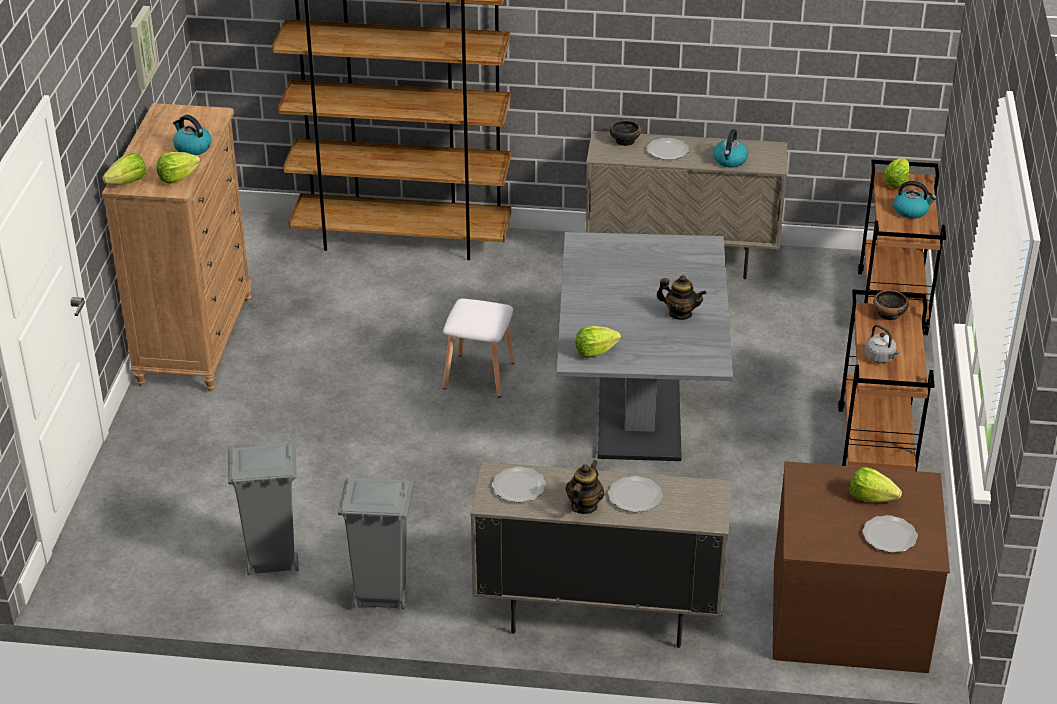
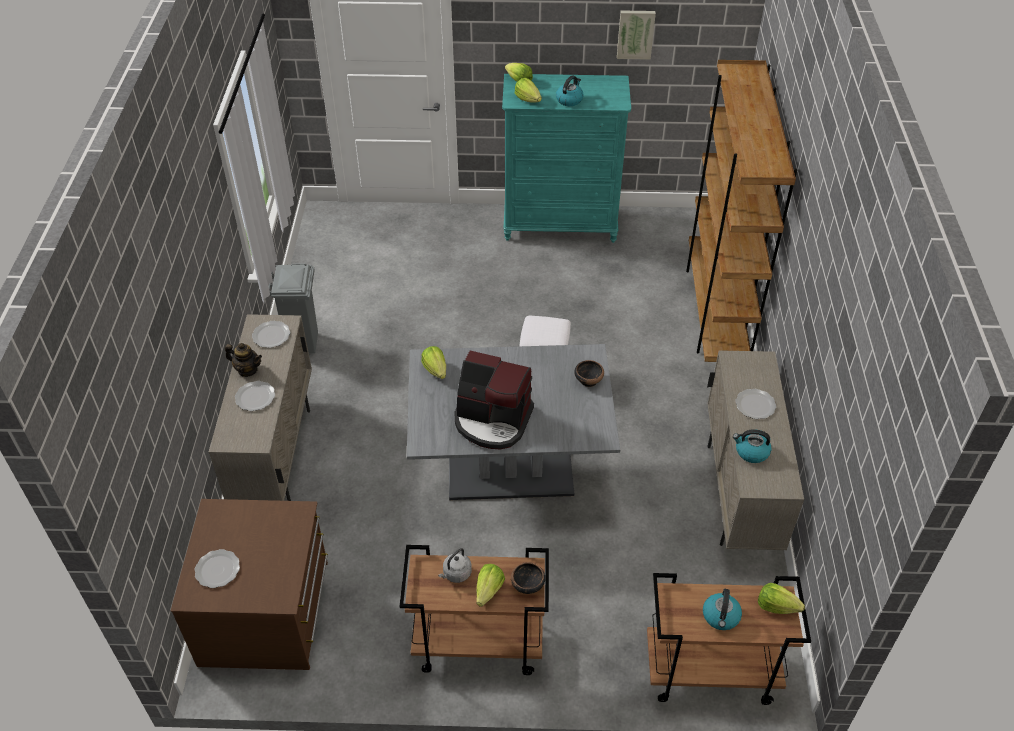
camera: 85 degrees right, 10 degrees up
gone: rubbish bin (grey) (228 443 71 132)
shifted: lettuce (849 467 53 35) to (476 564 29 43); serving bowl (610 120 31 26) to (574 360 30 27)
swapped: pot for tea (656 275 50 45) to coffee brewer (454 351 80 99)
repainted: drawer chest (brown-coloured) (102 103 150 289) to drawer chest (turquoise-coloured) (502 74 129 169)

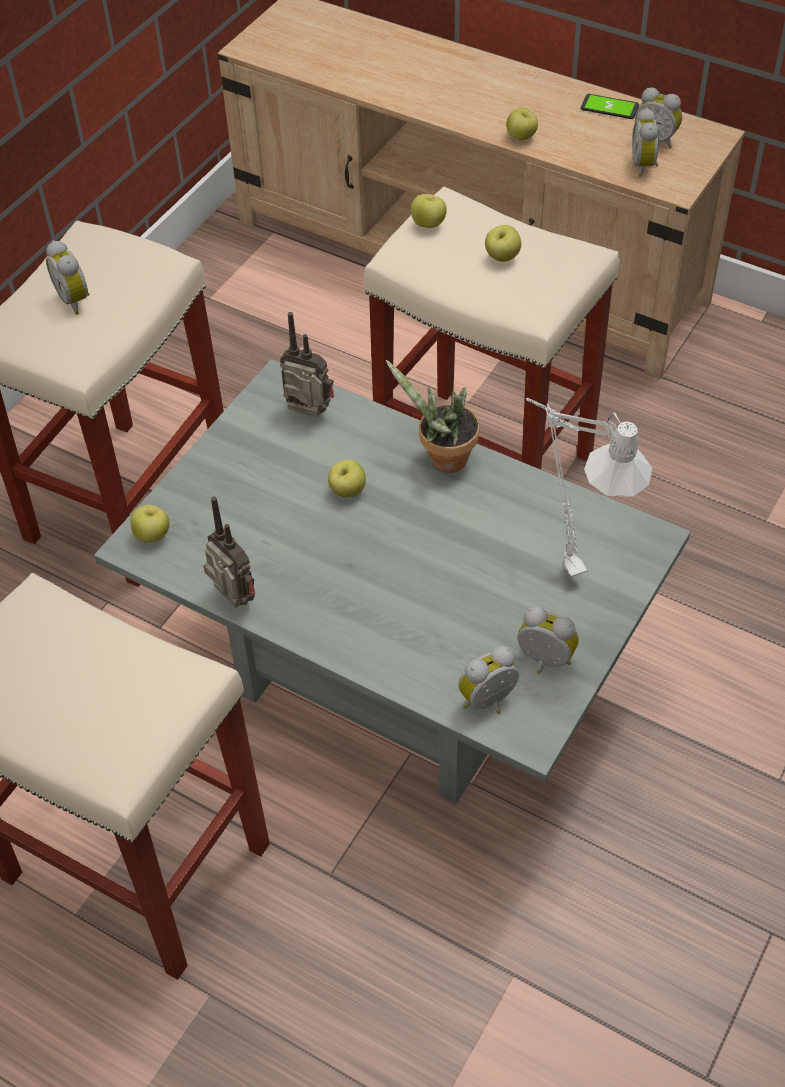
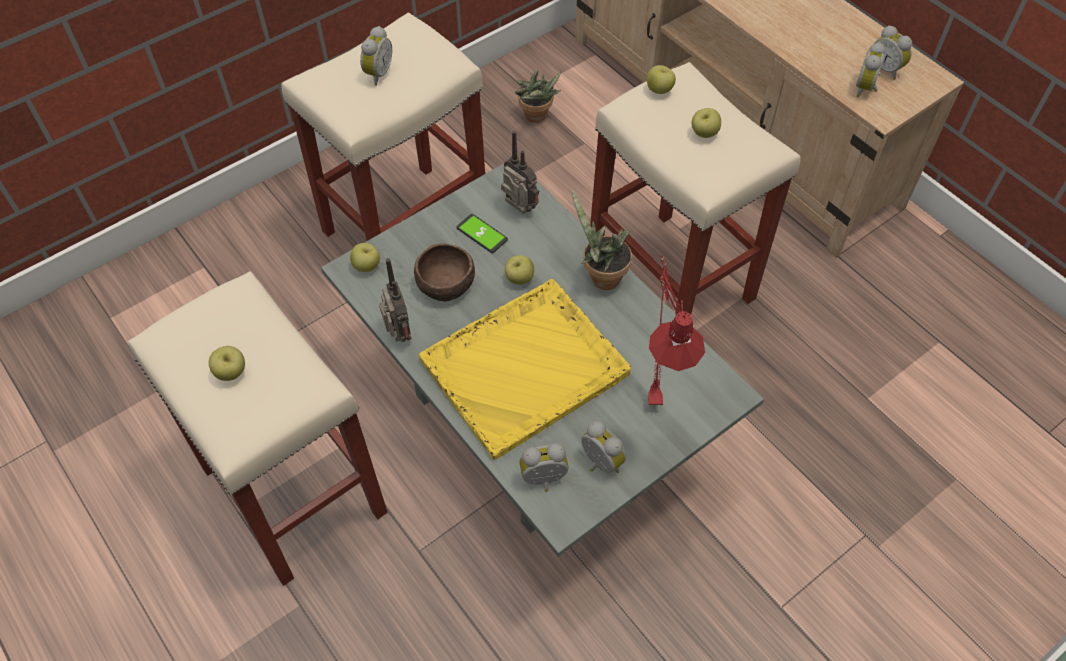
camera: 20 degrees right, 5 degrees up
new: serving bowl (brown-coloured) (414 243 61 58); tray (yellow-coloured) (419 279 212 181); potted plant (515 70 47 53)
shifted: apple fruit (506 108 32 33) to (209 346 36 35); telephone (581 94 58 25) to (457 214 51 39)
repainted: lamp for a table (grey) (526 398 126 183) to lamp for a table (red) (648 255 57 150)
rotated: table clock (46 240 43 75) = (360 26 32 60) 150 degrees counterclockwise

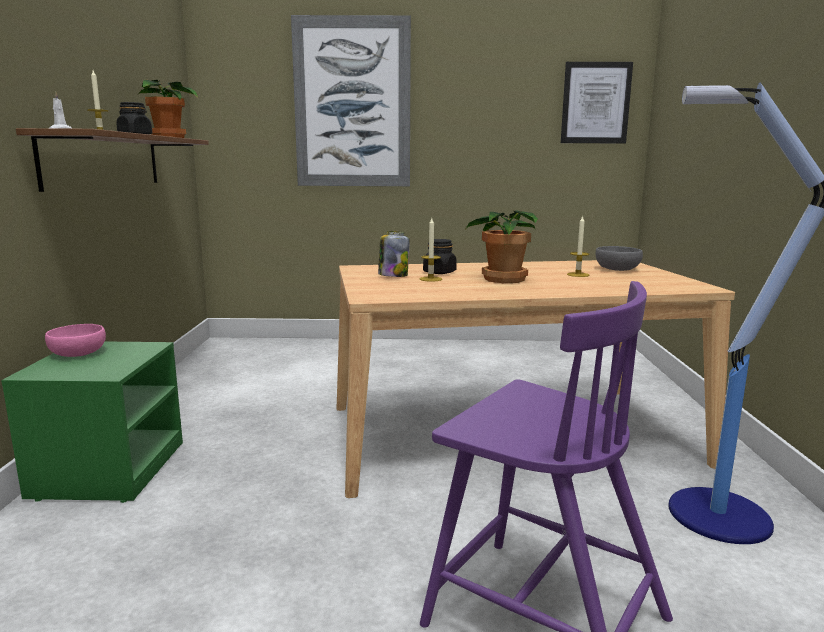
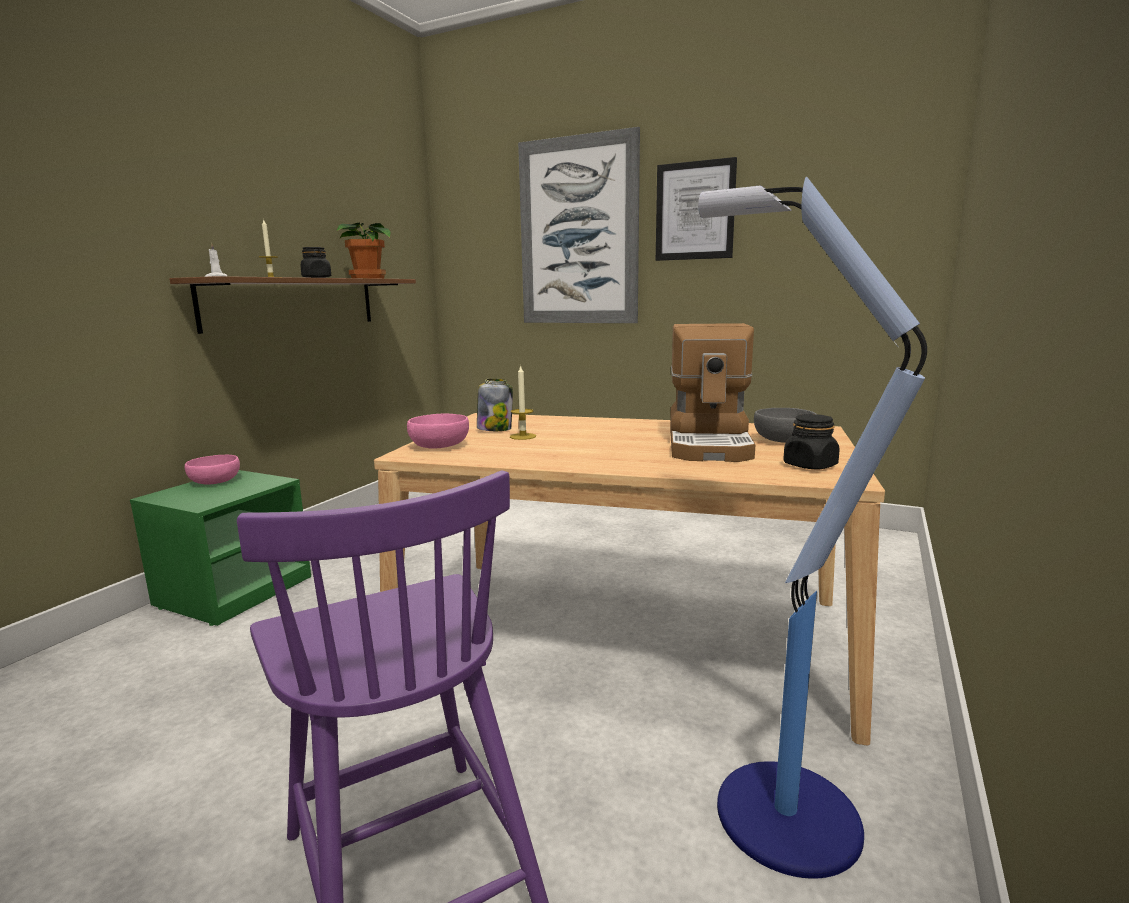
camera: 25 degrees right, 0 degrees up
gone: potted plant (465 210 73 73)
new: serving bowl (pink-coloured) (407 413 62 36)
shifted: picture (561 62 72 82) to (656 157 81 104); preserve jar (blackish) (423 239 34 35) to (783 414 57 56)
swapped: wax candle (567 215 22 62) to coffee brewer (670 323 85 139)

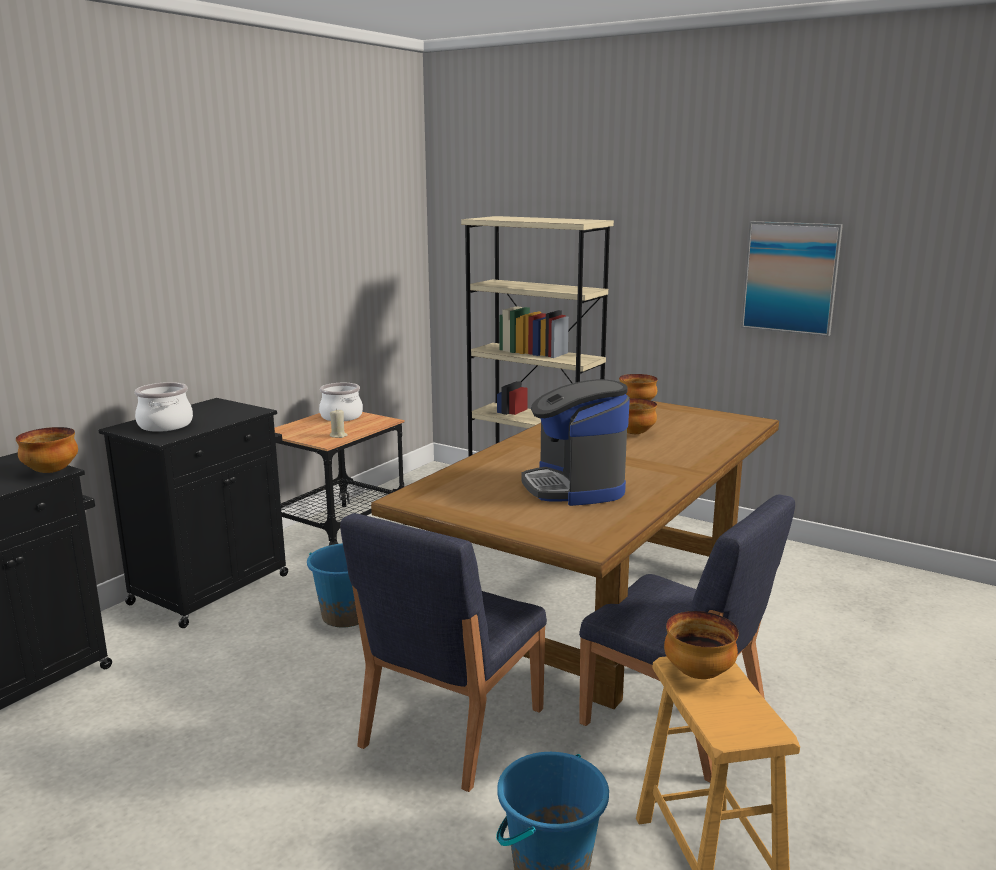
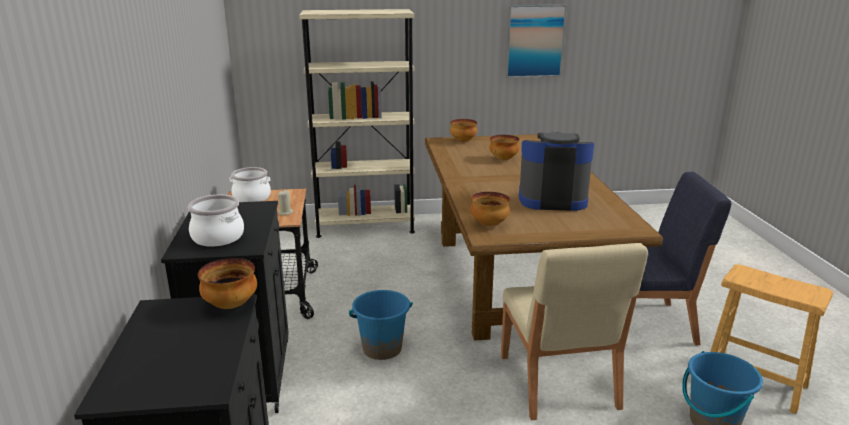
camera: 40 degrees left, 5 degrees up
shifted: serving bowl (664 611 75 68) to (470 192 40 34)
repainted: upright chair (blue-coloured) (340 513 207 279) to upright chair (beige) (501 243 147 177)
rotated: coffee brewer (521 379 109 127) = (519 132 75 79) 150 degrees clockwise

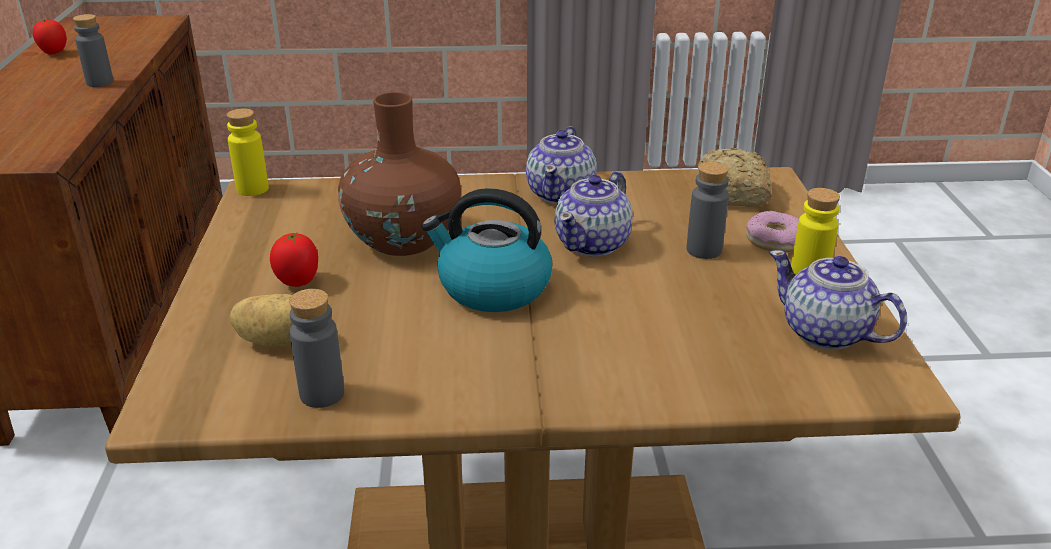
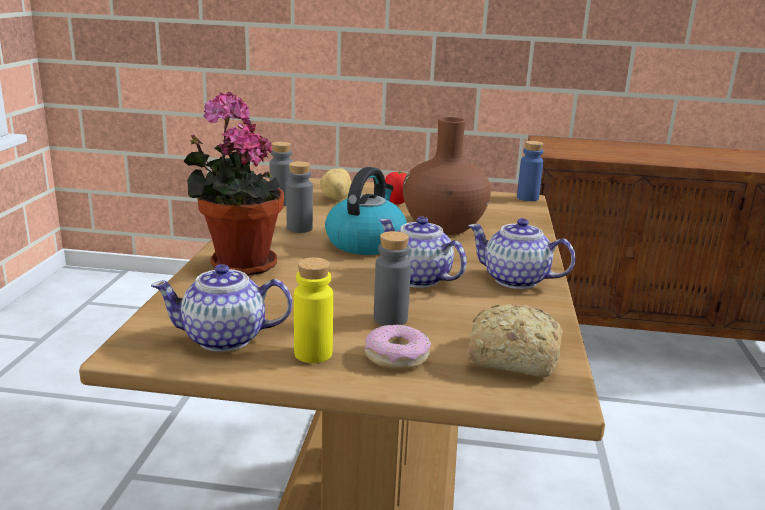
camera: 100 degrees right, 10 degrees down
gone: tomato (33 20 34 35)
new: potted plant (184 92 100 184)
shifted: beverage bottle (grey) (73 14 41 73) to (286 161 27 72)
repainted: beverage bottle (yellow-coloured) (227 108 42 88) to beverage bottle (blue-coloured) (517 141 27 60)
rotated: pot for tea (769 250 138 100) = (151 264 141 88) 150 degrees counterclockwise

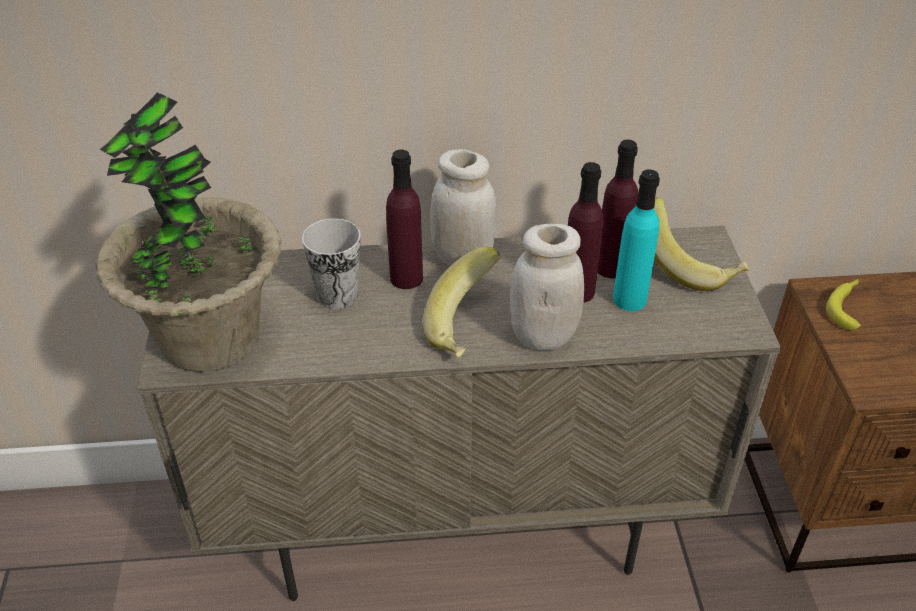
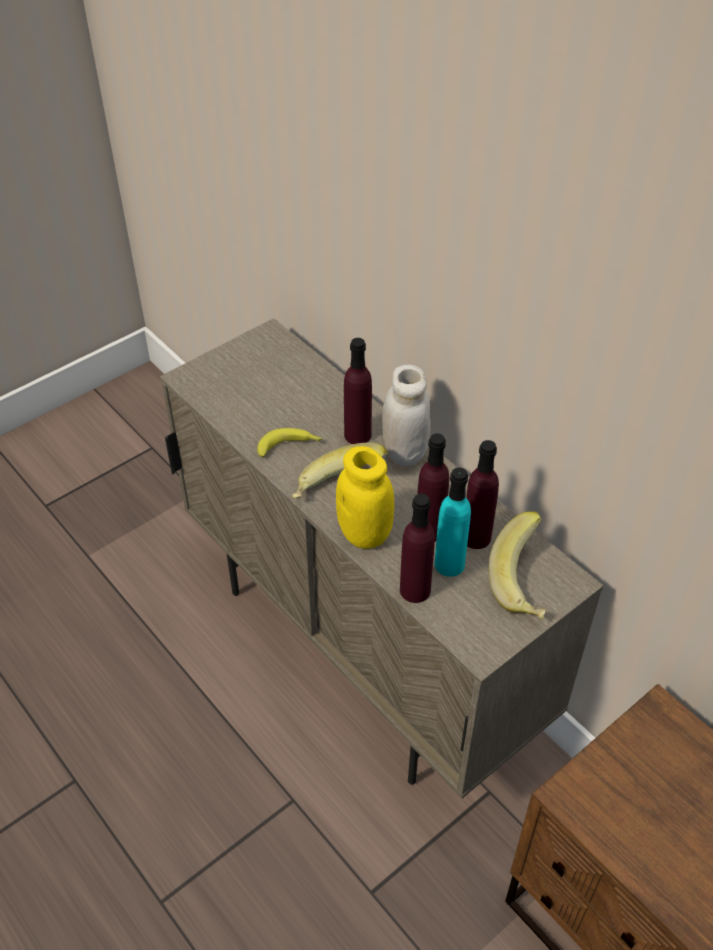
camera: 55 degrees right, 5 degrees up
gone: potted plant (96 92 185 280); small cup (302 218 59 91)
new: beverage bottle (purple) (400 494 35 109)
shifted: whole banana (826 279 35 51) to (257 428 66 29)
repainted: preserve jar (whitish) (510 224 74 126) to preserve jar (yellow-coloured) (336 446 58 103)

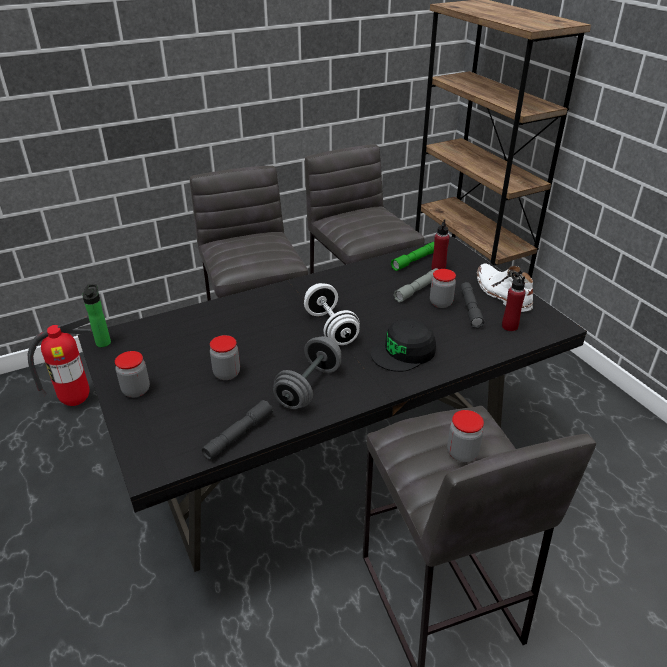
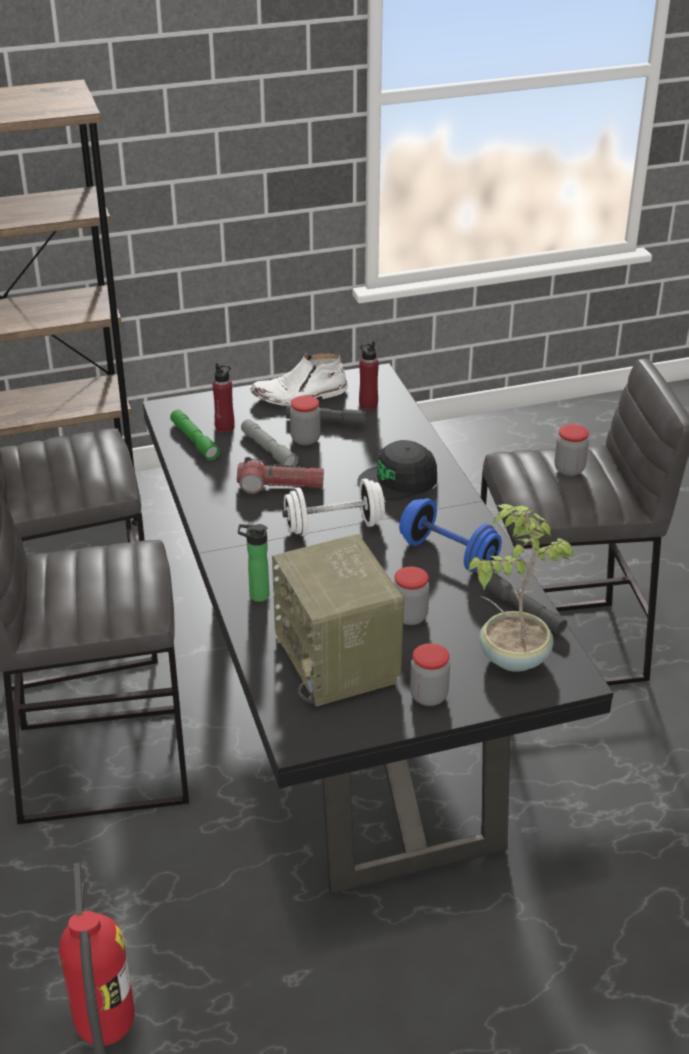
camera: 80 degrees left, 0 degrees up
new: flashlight (237 457 87 37); radio (272 534 132 172); potted plant (468 504 106 168)
shifted: beverage bottle (82 284 29 63) to (238 524 31 78)
repainted: dumbbell (grey) (273 336 68 73) to dumbbell (blue-coloured) (399 498 103 74)
rotated: cap (blackish) (371 318 65 54) = (357 440 80 60) 90 degrees clockwise

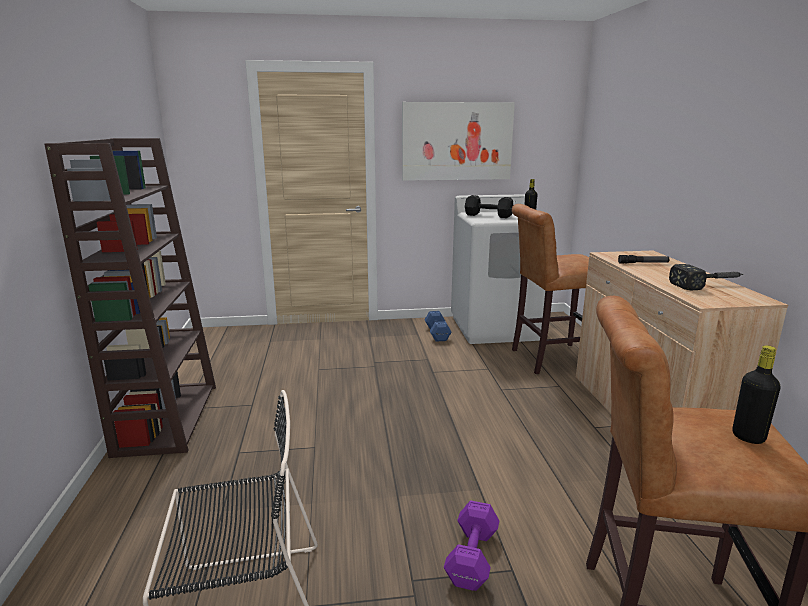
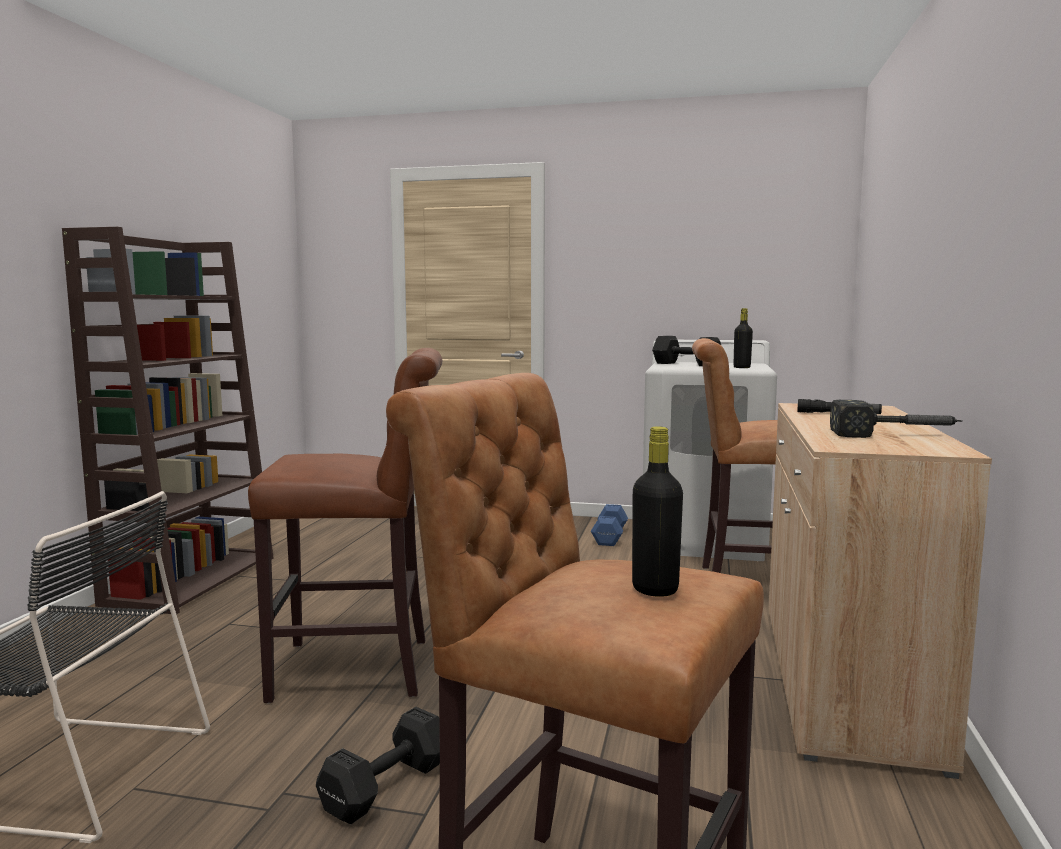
camera: 20 degrees right, 10 degrees down
gone: picture (402 102 113 79)
new: stool seat (brown-coloured) (248 348 194 355)
repainted: dumbbell (purple) (444 500 55 91) to dumbbell (blackish) (316 707 124 117)

